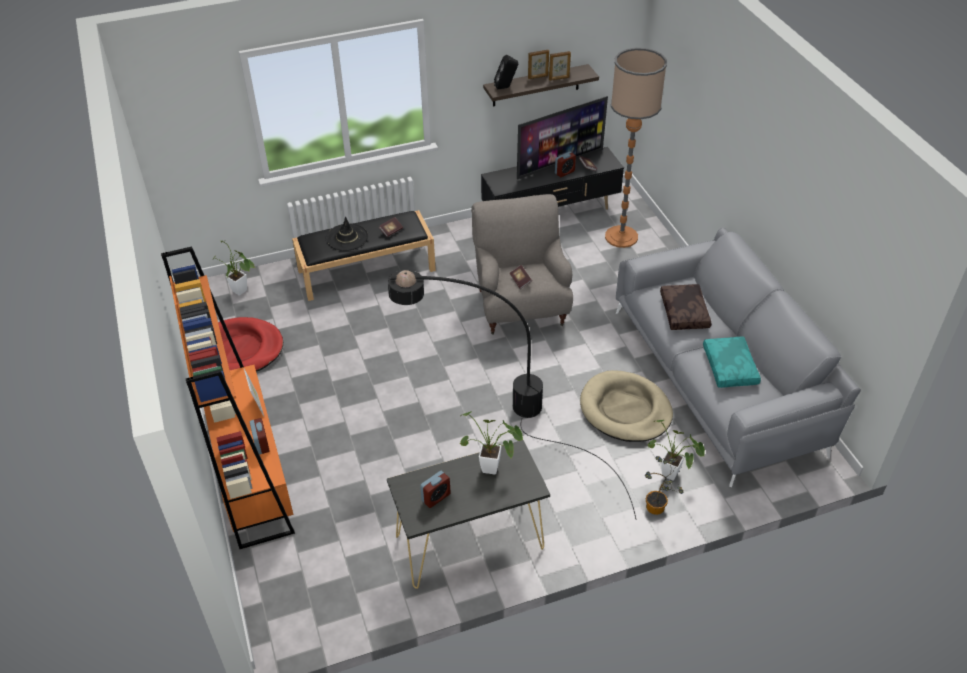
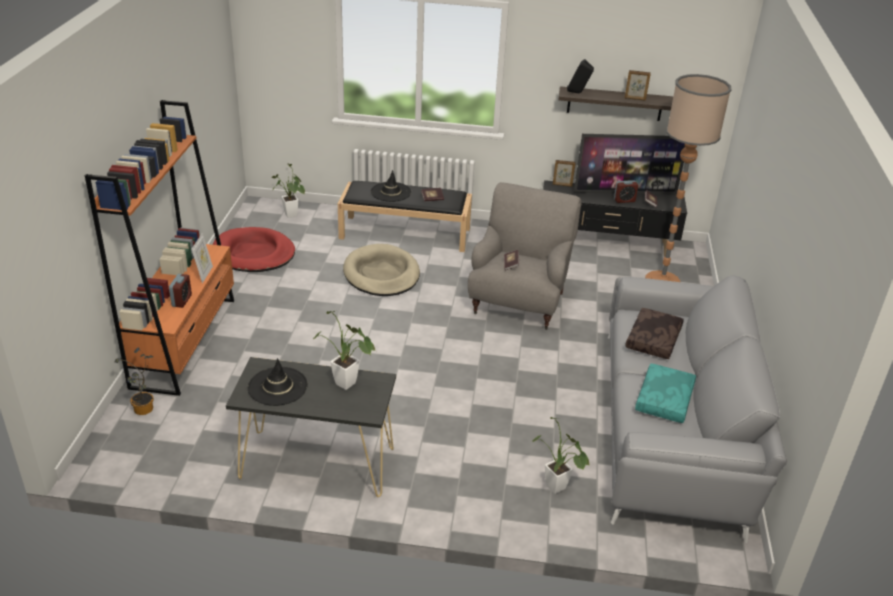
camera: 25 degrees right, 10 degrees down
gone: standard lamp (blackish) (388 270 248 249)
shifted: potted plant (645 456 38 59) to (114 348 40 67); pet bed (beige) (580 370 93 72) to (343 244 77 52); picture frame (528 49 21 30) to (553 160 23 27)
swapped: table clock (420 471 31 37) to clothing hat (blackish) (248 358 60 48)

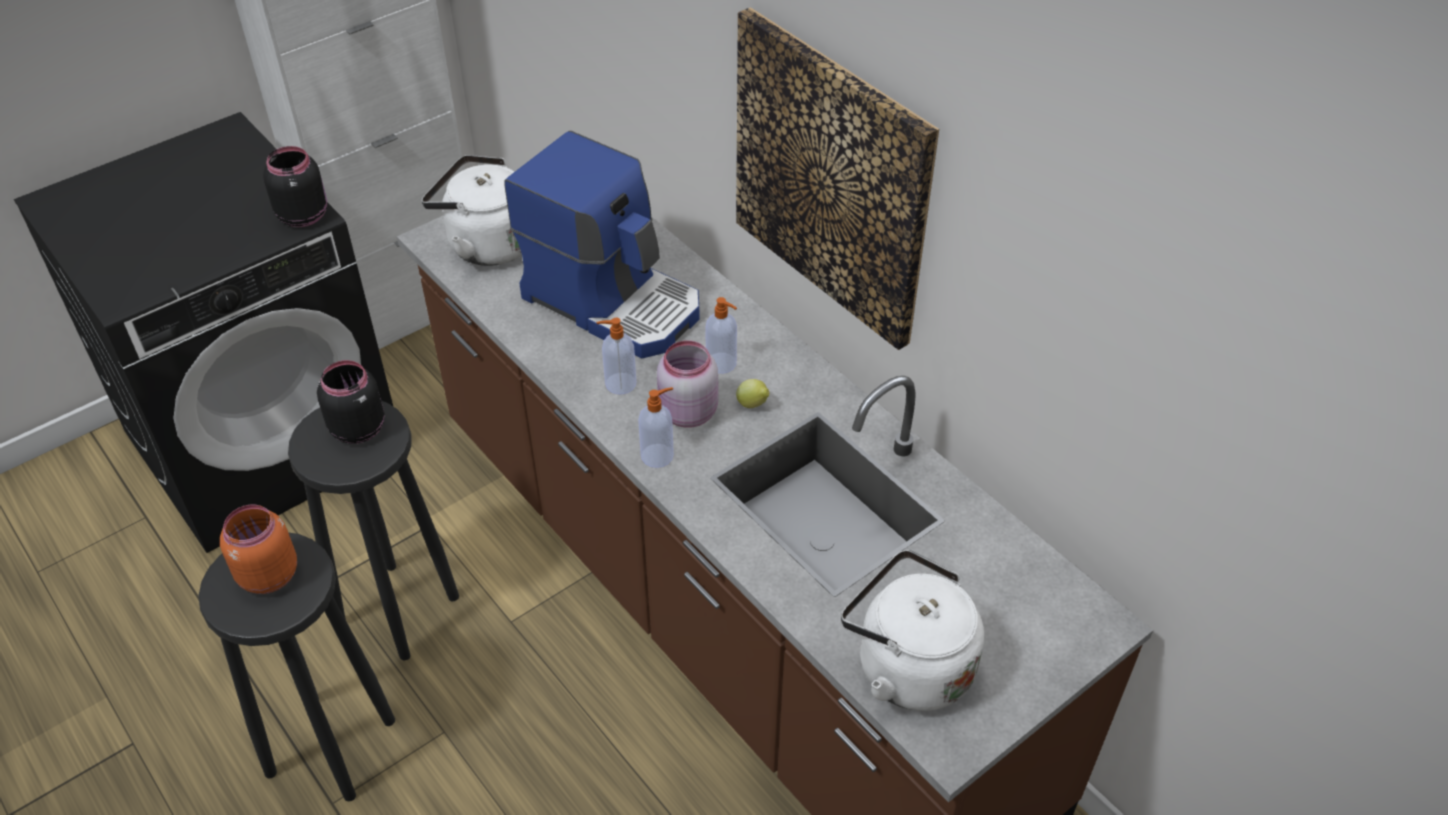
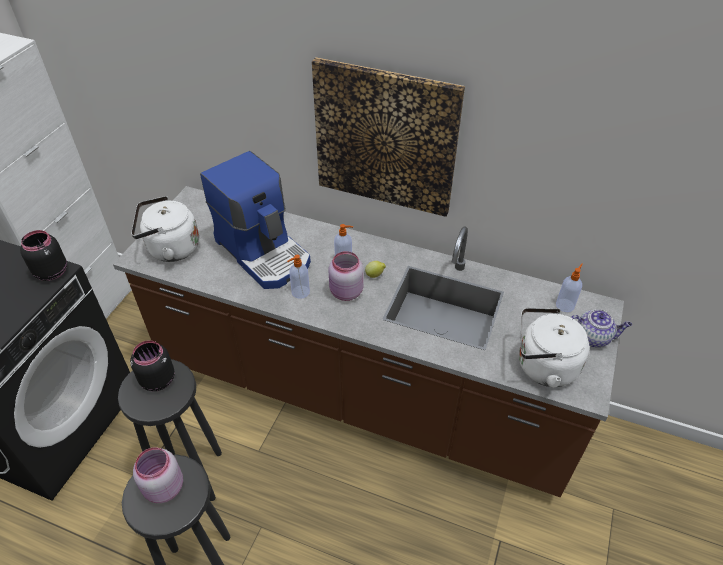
camera: 30 degrees left, 0 degrees up
new: pot for tea (571 309 61 38)
shifted: soap bottle (638 387 36 81) to (556 264 27 48)
repainted: preserve jar (orange) (220 505 77 89) to preserve jar (pink-coloured) (133 447 50 56)
rotated: coffee brewer (504 131 196 227) = (200 151 111 138) 45 degrees clockwise

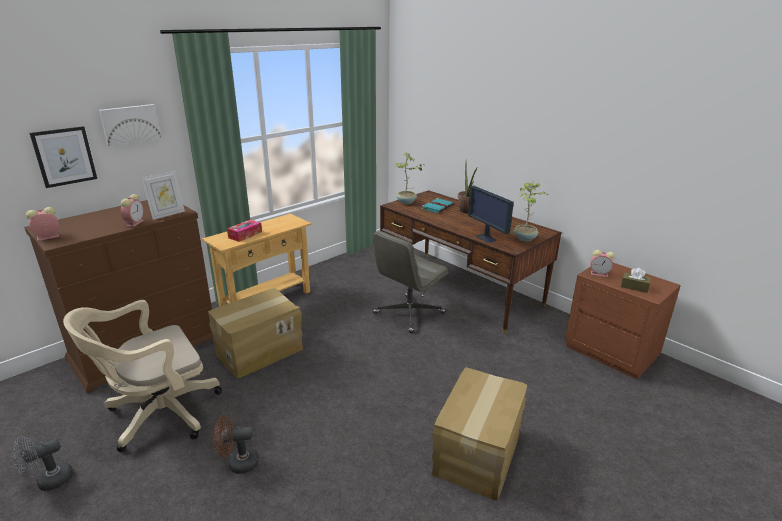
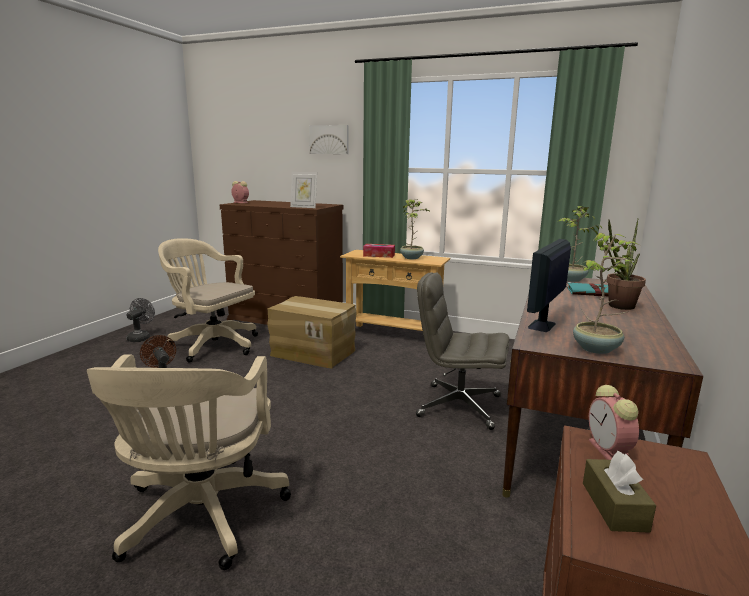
camera: 65 degrees right, 10 degrees down
gone: picture (29 126 68 62); table clock (121 194 23 33)
new: potted plant (400 199 29 60)
swapped: cardboard box (431 367 96 134) to desk chair (beige) (87 355 204 215)
rotated: cooling fan (grey) (12 436 61 55) = (126 298 29 44) 75 degrees clockwise

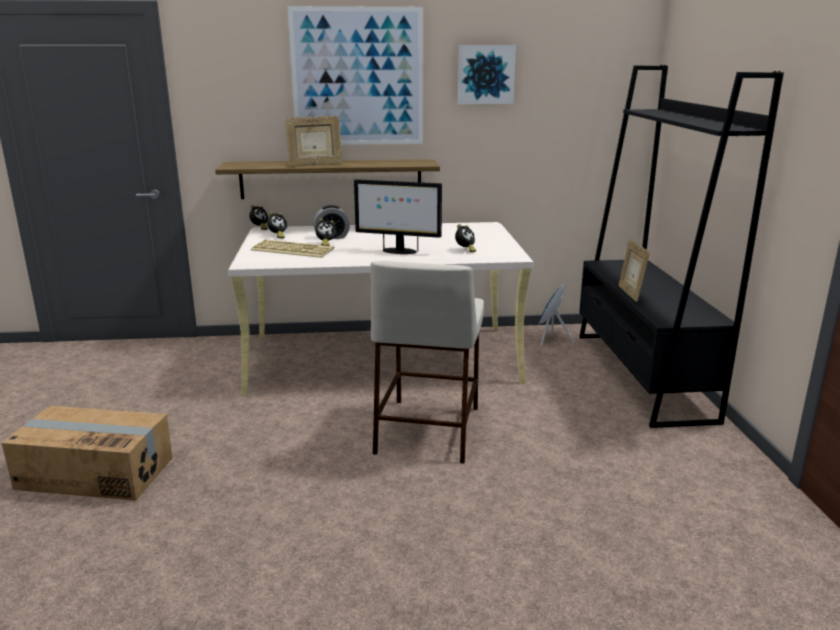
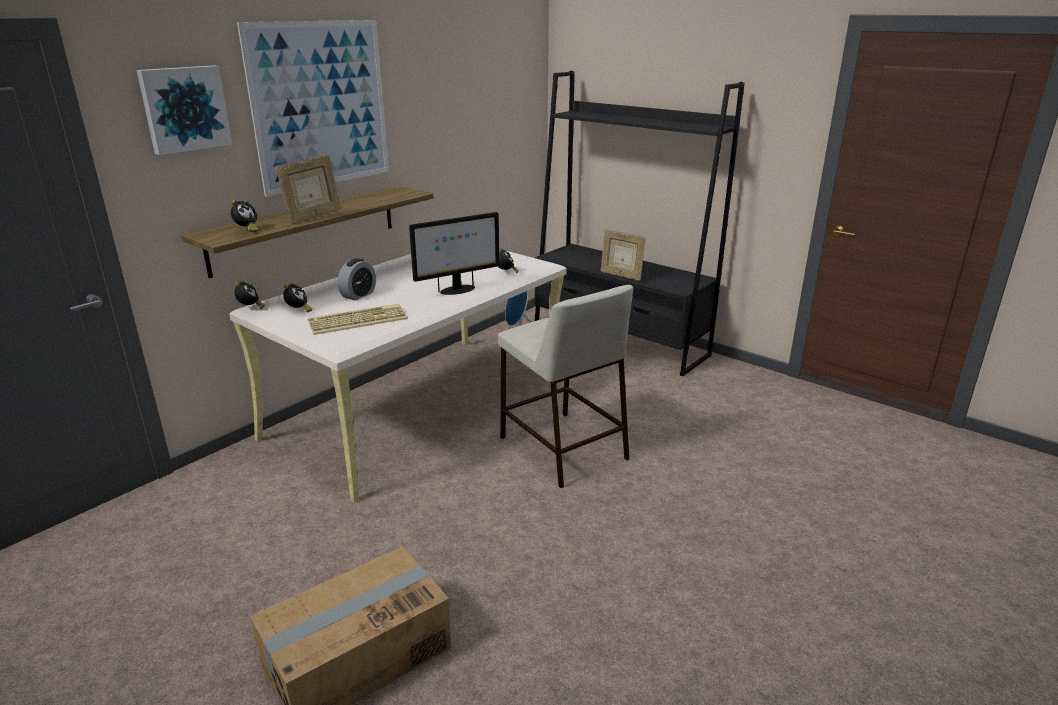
camera: 45 degrees left, 5 degrees up
shifted: picture (458 45 58 59) to (137 65 95 90); table clock (315 218 21 28) to (231 199 28 33)

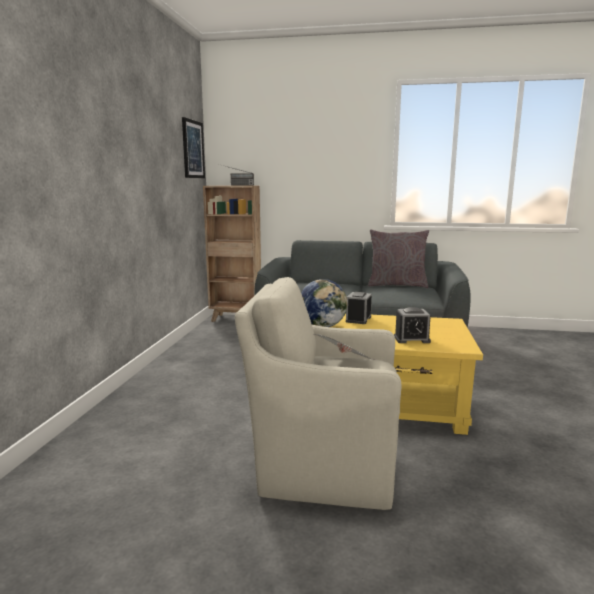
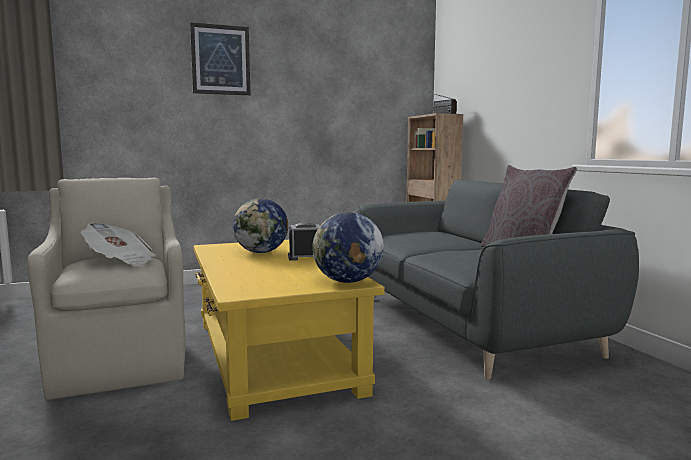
camera: 60 degrees right, 5 degrees down
gone: table clock (394 307 37 36)
new: world globe (312 212 72 71)
shifted: picture (182 117 23 61) to (190 22 60 73)

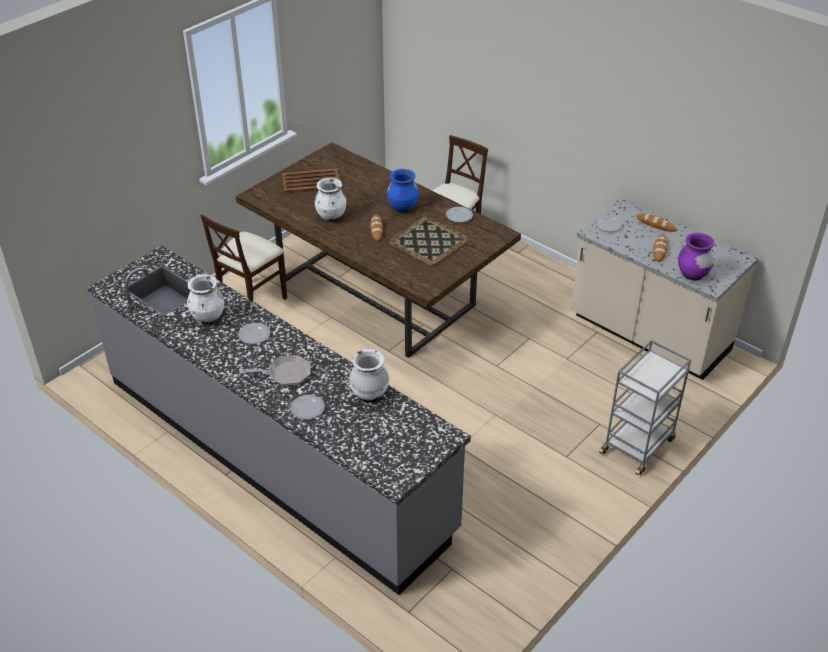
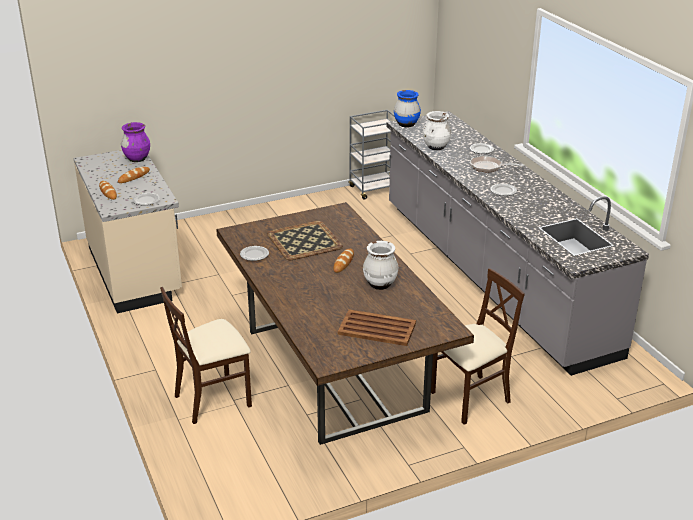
camera: 155 degrees left, 10 degrees down
gone: flower vase (whitish) (187 274 37 50)
shifted: wheeled cart (grey) (599 340 92 135) to (348 110 47 90); flower vase (blue-coloured) (387 169 32 44) to (394 90 27 37)

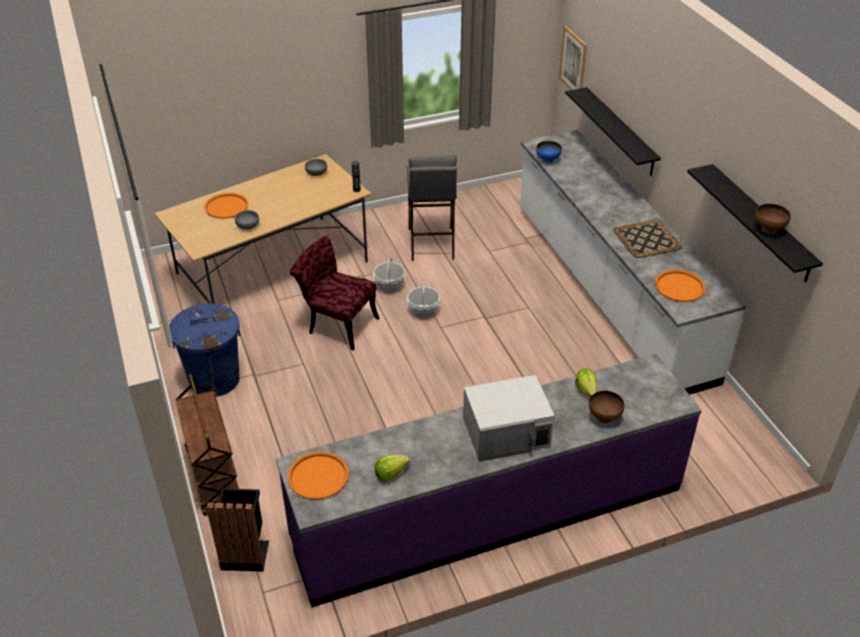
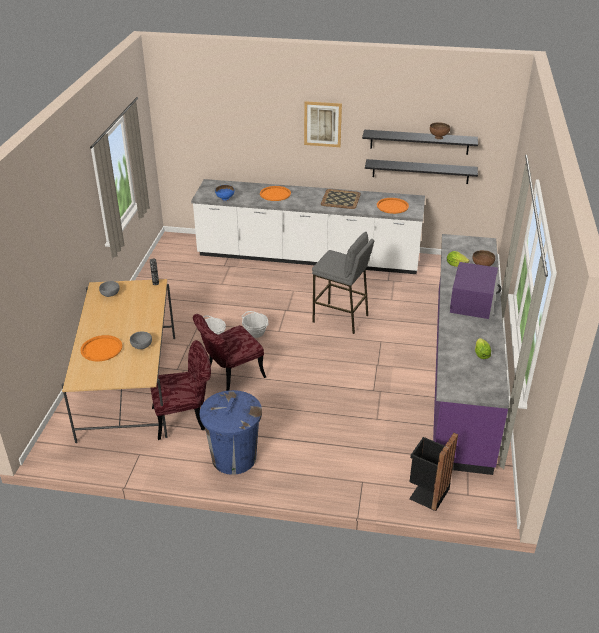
camera: 60 degrees left, 5 degrees down
gone: wheeled cart (brown-coloured) (175 374 64 142)
new: upright chair (red) (150 340 61 100)
shifted: tray (orange) (288 451 61 49) to (260 186 31 15); picture (559 26 28 64) to (304 101 38 46); stool seat (grey) (407 155 50 106) to (312 232 62 102); shelf (blackish) (565 87 96 89) to (365 159 113 25)
repainted: kitchen microwave (whitish) (463 375 92 87) to kitchen microwave (purple) (450 262 51 57)

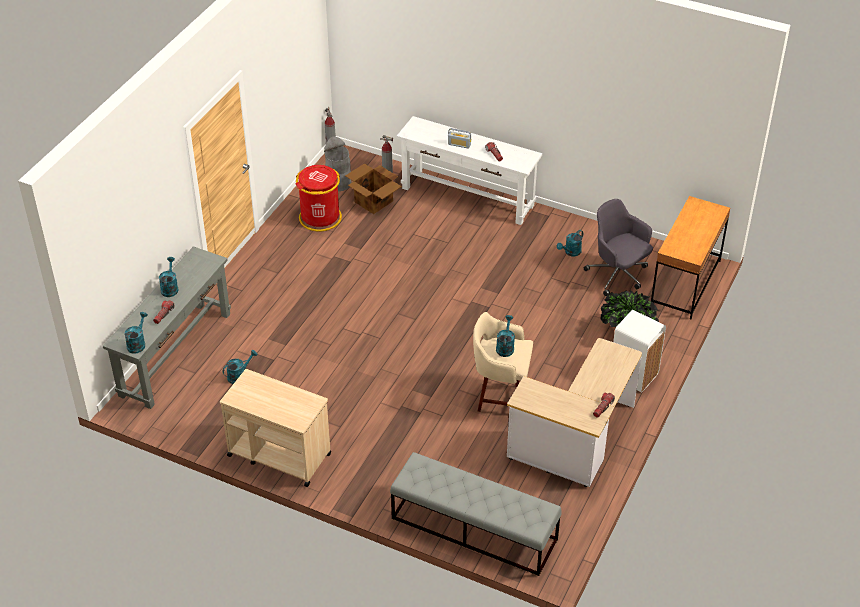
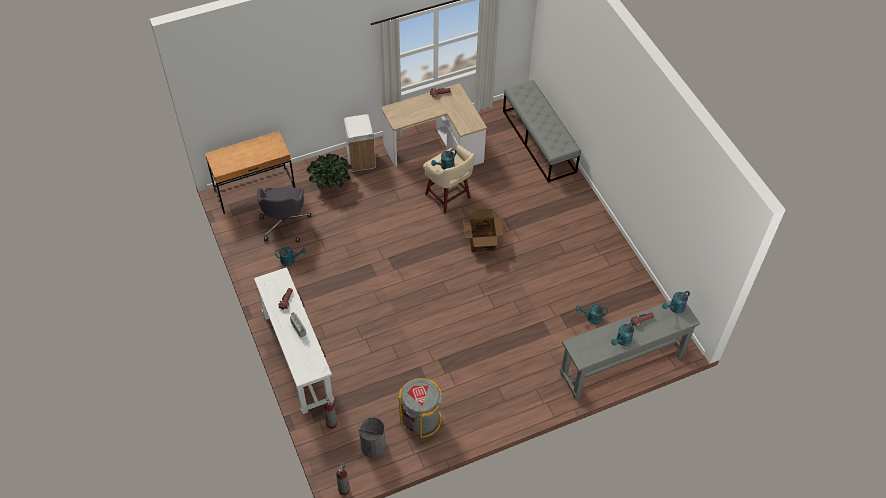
camera: 140 degrees left, 10 degrees up
gone: wheeled cart (beige) (220 369 111 118)
shifted: cardboard box (345 163 57 51) to (463 209 41 43)
repainted: rubbish bin (red) (296 165 46 67) to rubbish bin (grey) (398 378 45 60)

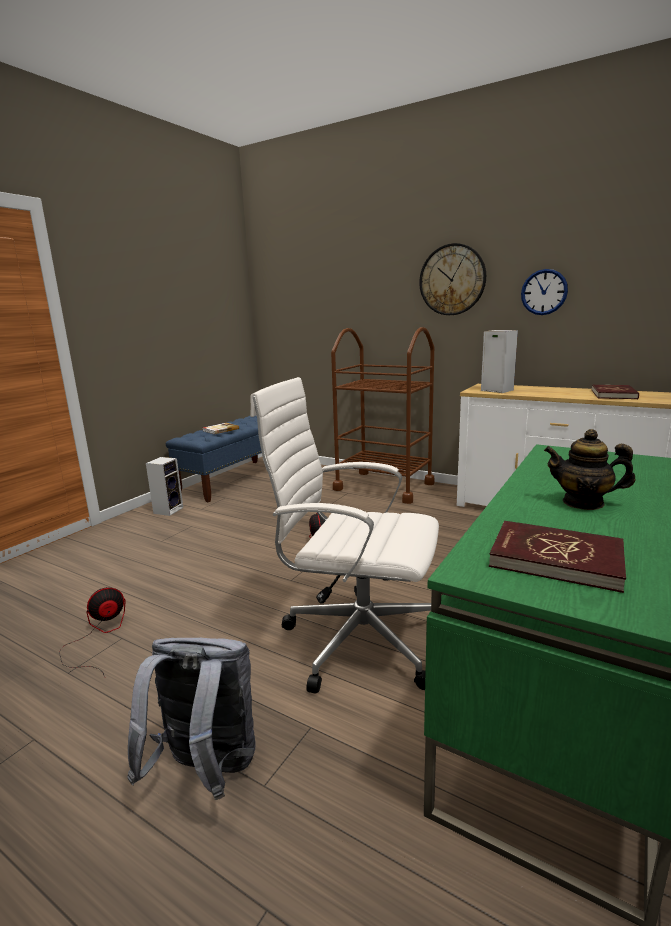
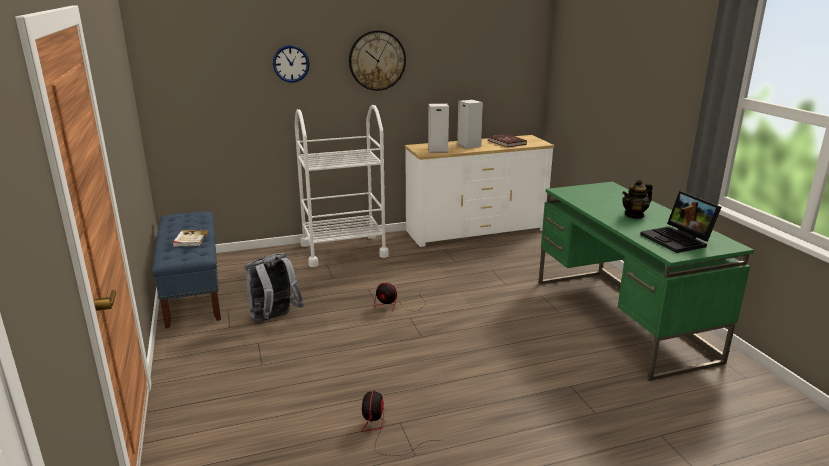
camera: 50 degrees left, 5 degrees up
gone: desk chair (whitish) (250 377 189 317)
shifted: rucksack (grey) (127 638 129 162) to (244 253 60 69); hanging clock (521 269 47 46) to (273 45 37 38); audio speaker (146 457 37 59) to (457 99 26 50)
swapped: bound book (red) (489 521 137 72) to notebook computer (640 191 81 62)
repainted: wheeled cart (brown-coloured) (331 327 103 177) to wheeled cart (whitish) (295 105 94 162)

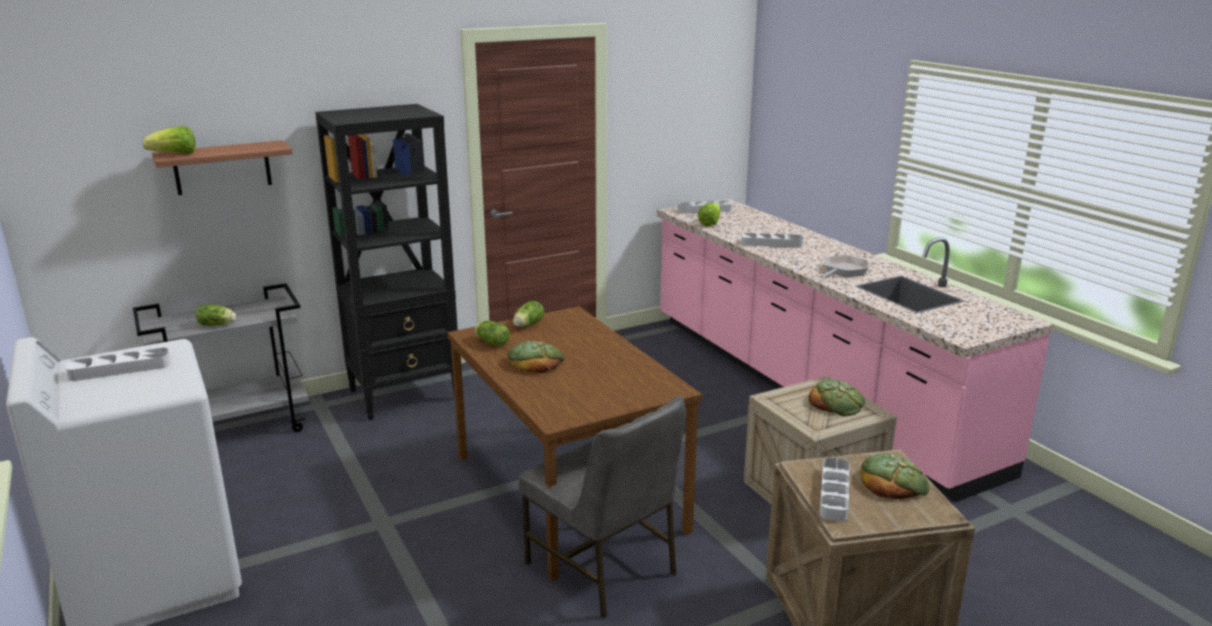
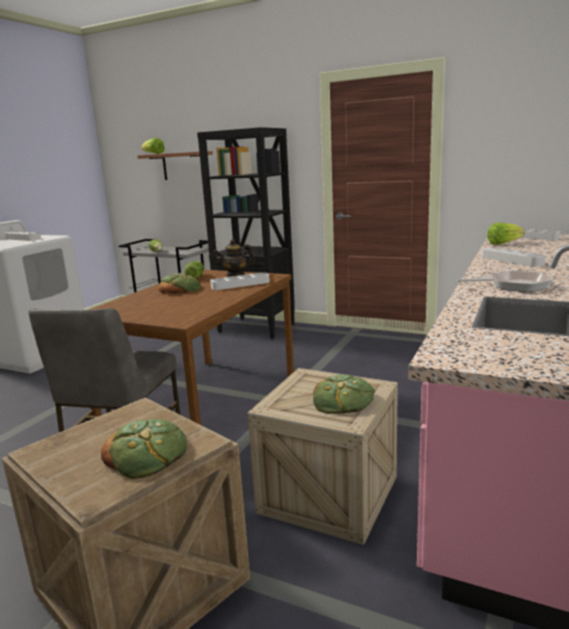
camera: 55 degrees right, 5 degrees down
shifted: tray (grey) (819 457 30 64) to (210 272 60 18)
swapped: lettuce (513 301 31 26) to pot for tea (214 239 41 38)

